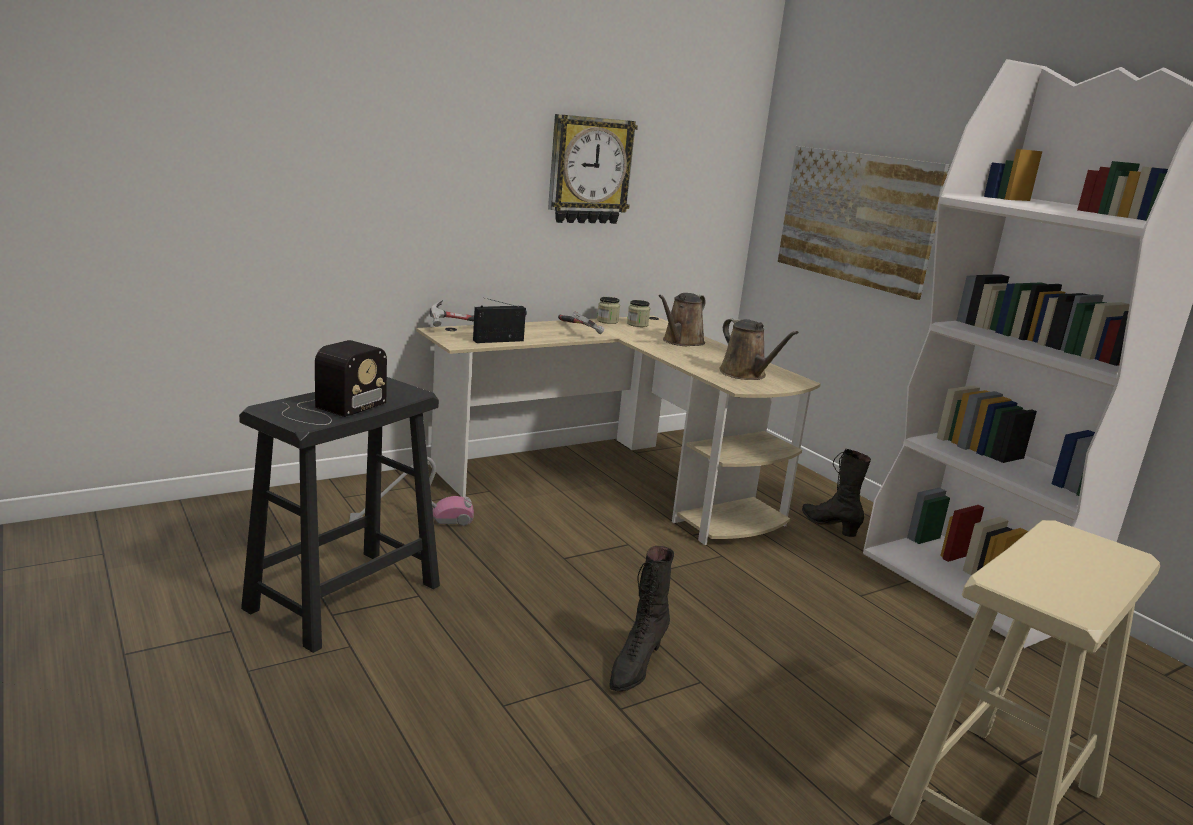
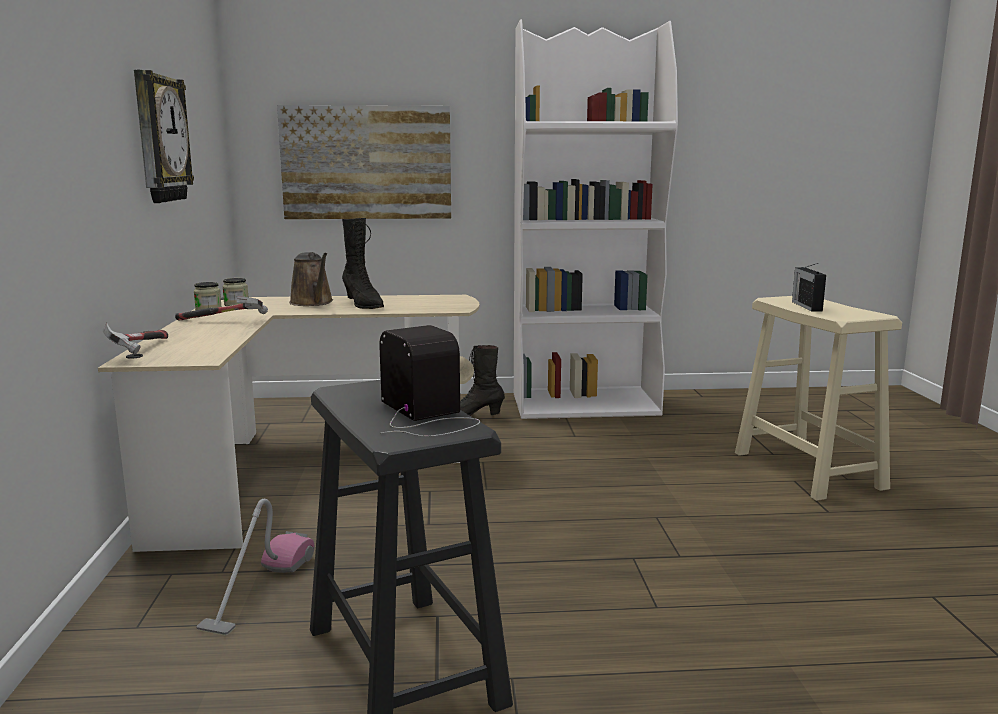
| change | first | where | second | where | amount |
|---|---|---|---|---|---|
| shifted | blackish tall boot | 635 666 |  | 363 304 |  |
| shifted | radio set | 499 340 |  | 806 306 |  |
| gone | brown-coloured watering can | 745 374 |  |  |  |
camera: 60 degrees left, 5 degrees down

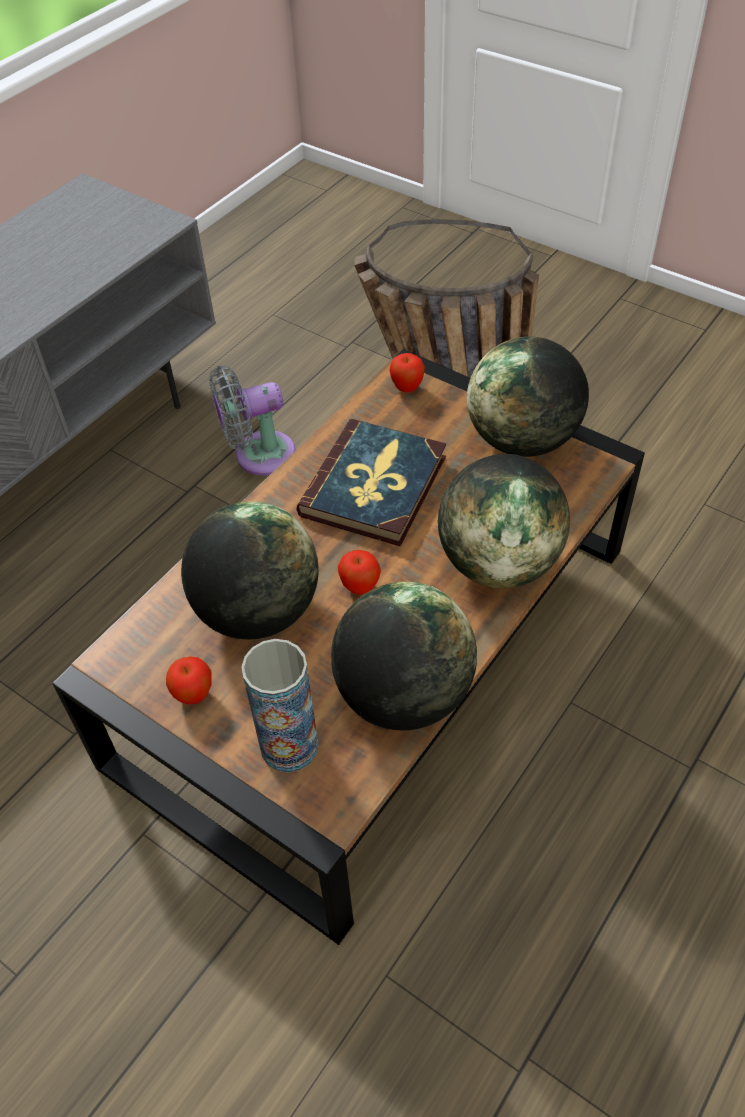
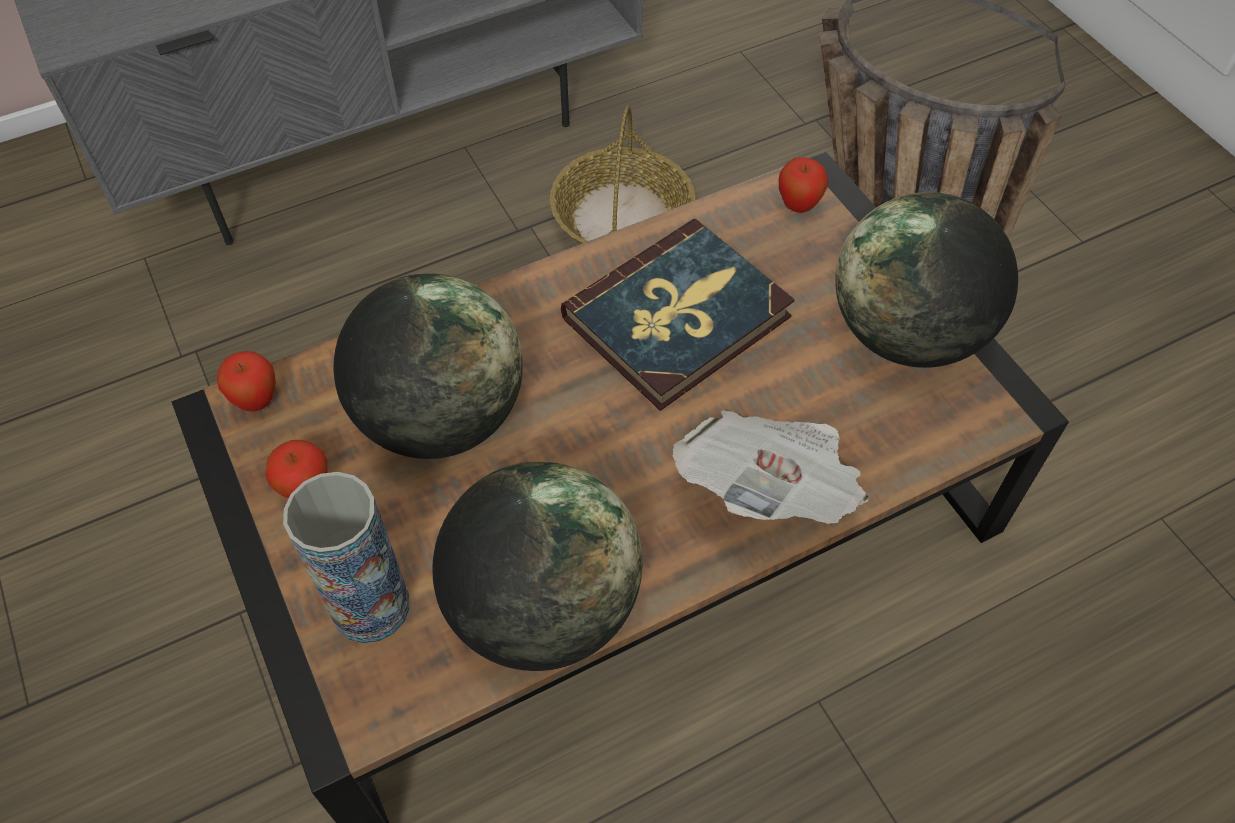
| change | first | where | second | where | amount |
|---|---|---|---|---|---|
| shifted | apple fruit | 360 587 |  | 256 400 |  |
| swapped | grey electric fan | 258 455 | basket | 622 219 |  |
| swapped | world globe | 498 563 | newspaper | 770 489 |  |
camera: 25 degrees right, 5 degrees up

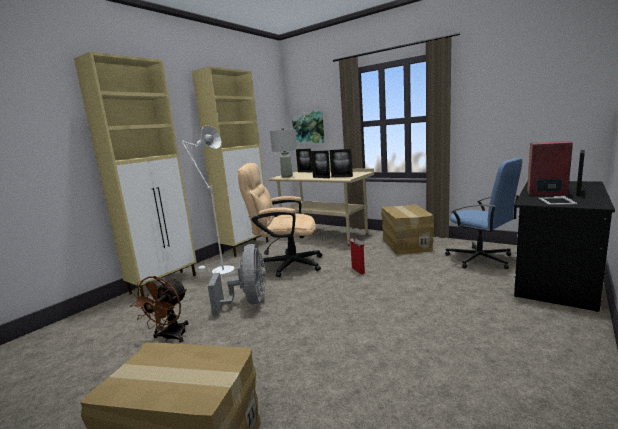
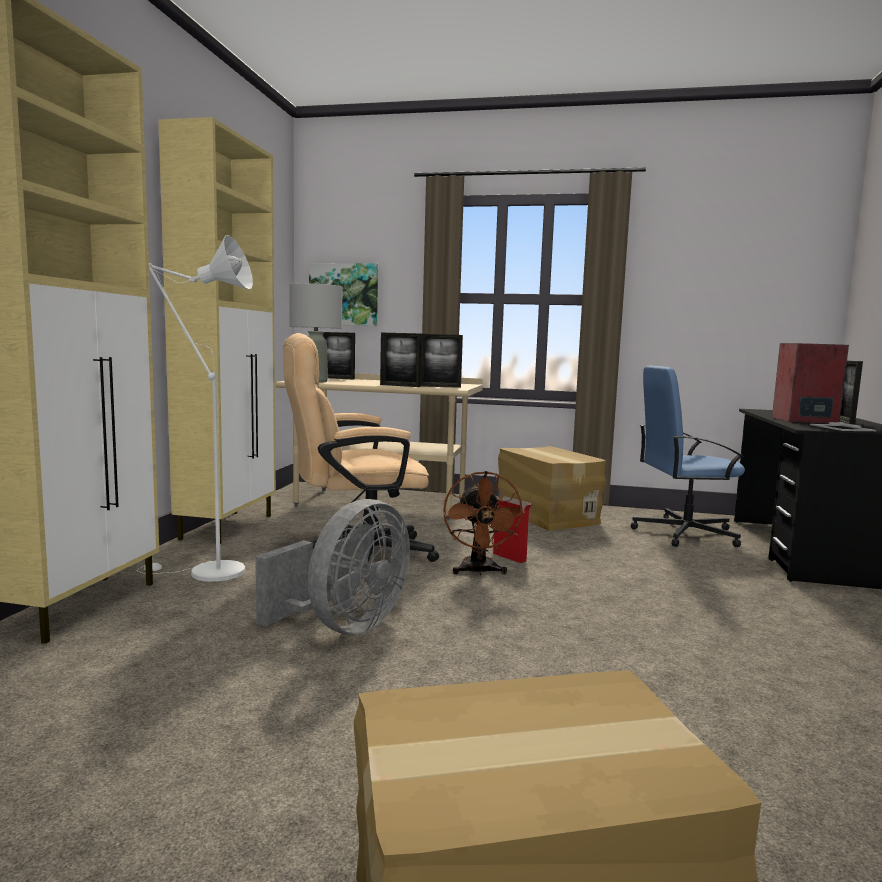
| change | first | where | second | where | amount |
|---|---|---|---|---|---|
| rotated | grey electric fan | 248 302 |  | 345 626 | 60 degrees clockwise |
| shifted | brown-coloured electric fan | 170 337 |  | 479 572 |  |
| rotated | blue computer chair | 480 259 |  | 684 533 | 150 degrees clockwise |
camera: 25 degrees left, 5 degrees down

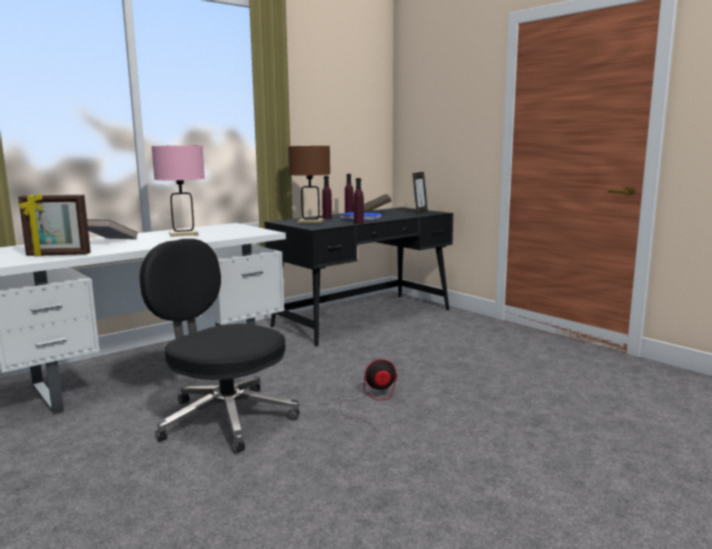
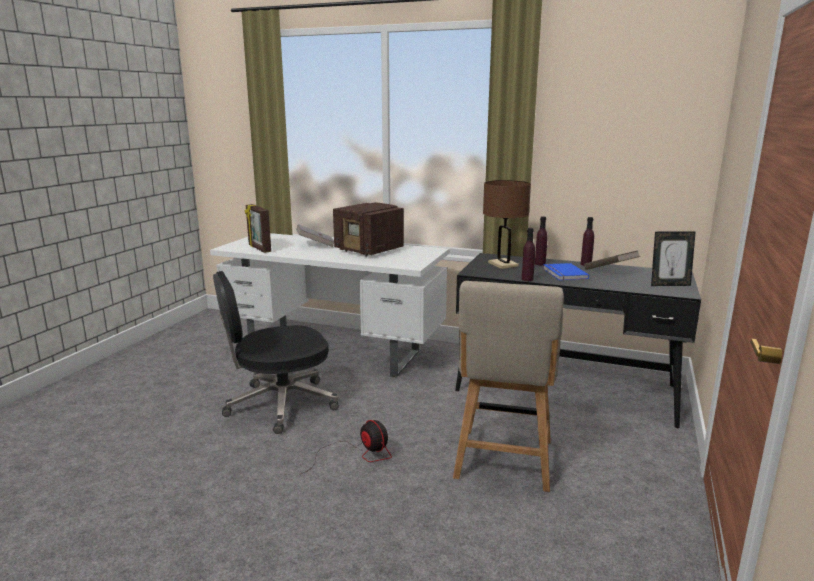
| change | first | where | second | where | amount |
|---|---|---|---|---|---|
| rotated | blackish computer chair | 224 418 |  | 279 405 | 120 degrees counterclockwise |
| swapped | pinkish lamp for a table | 183 234 | radio set | 369 250 |  |
| new |  |  | sand-coloured upright chair | 503 462 |  |
camera: 60 degrees right, 5 degrees up

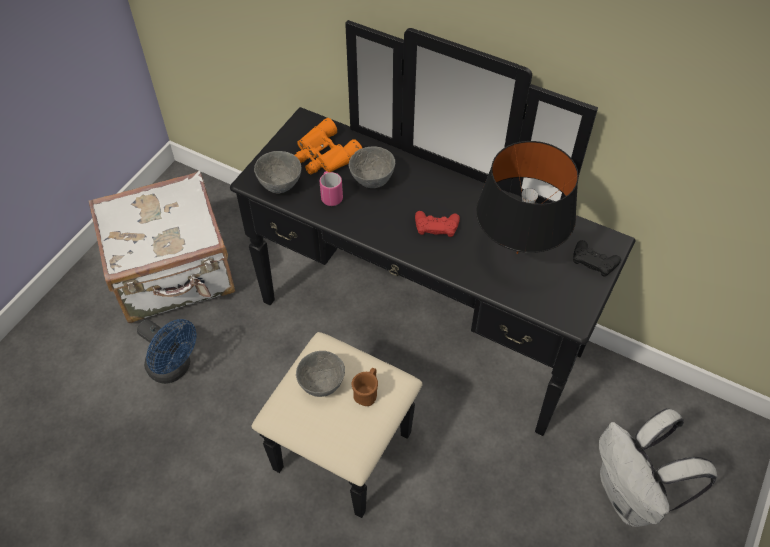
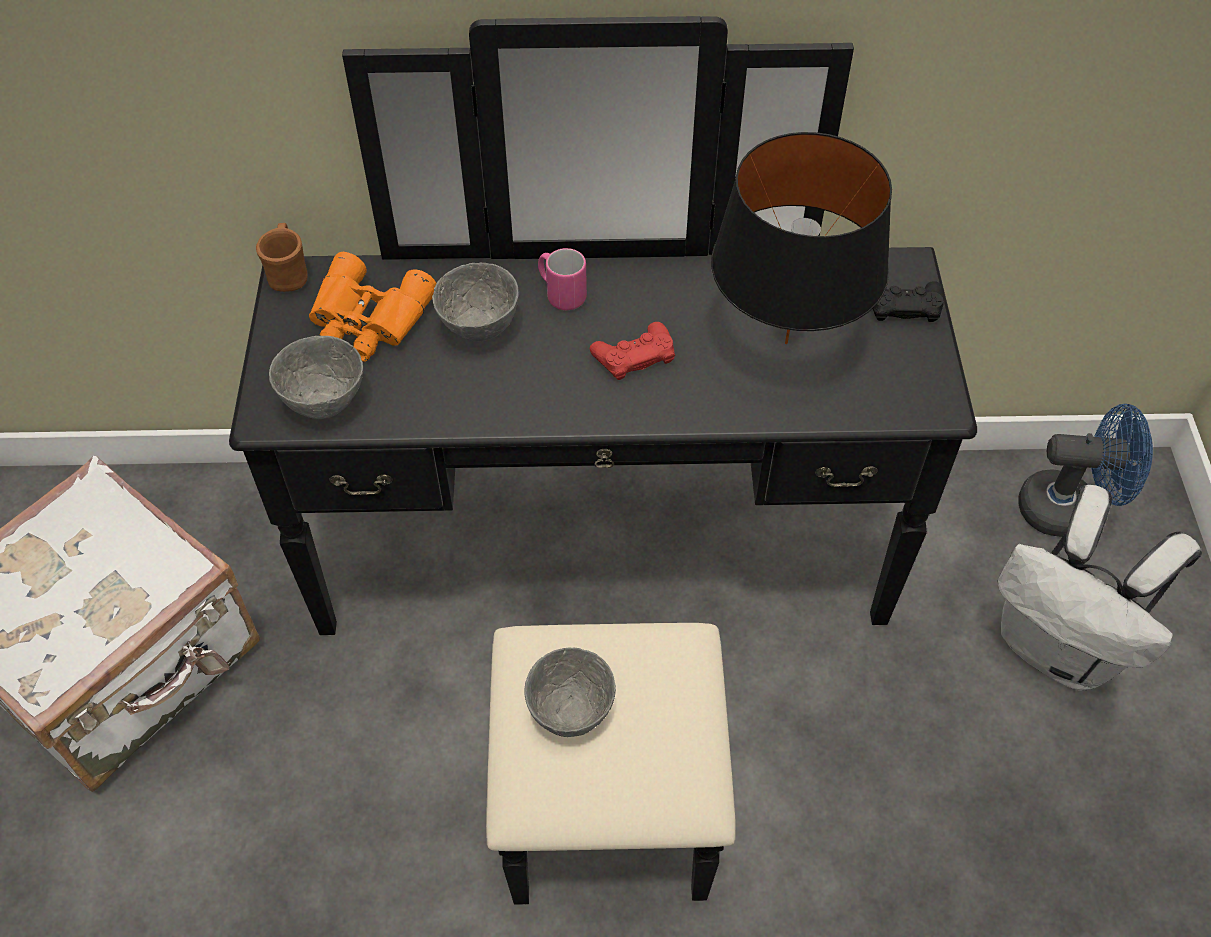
| change | first | where | second | where | amount |
|---|---|---|---|---|---|
| shifted | brown-coloured coffee mug | 367 393 |  | 289 274 |  |
| shifted | pinkish coffee mug | 330 196 |  | 561 294 |  |
| shifted | blue electric fan | 174 368 |  | 1068 508 |  |
camera: 30 degrees left, 0 degrees up

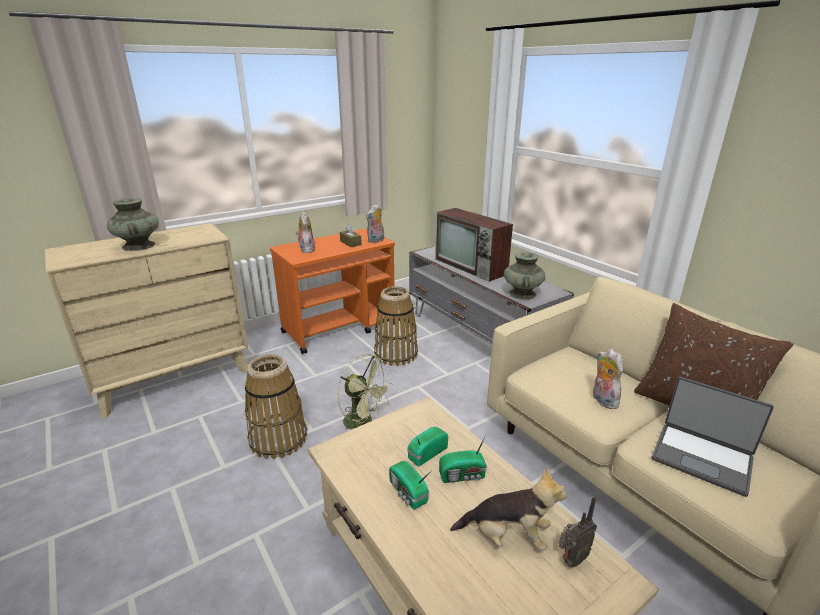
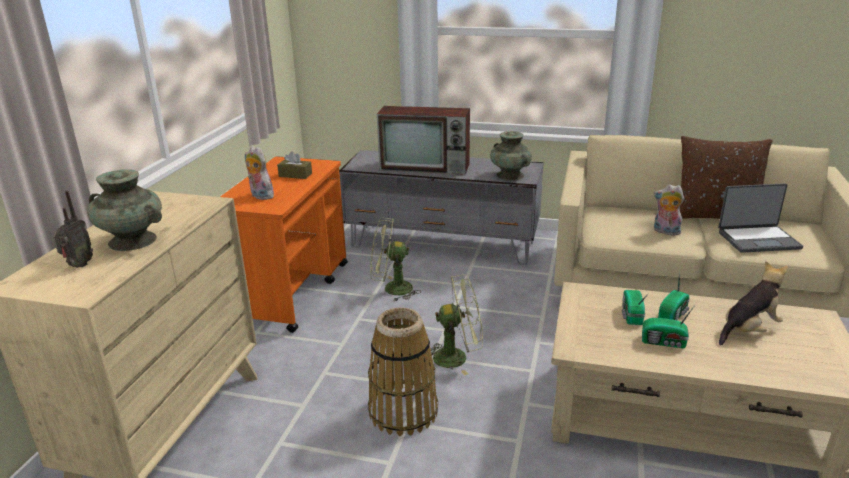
| change | first | where | second | where | amount |
|---|---|---|---|---|---|
| shifted | radio set | 571 560 |  | 78 266 |  |
| swapped | basket | 396 354 | green electric fan | 391 289 |  |
| gone | plush toy | 376 241 |  |  |  |
camera: 40 degrees left, 0 degrees up

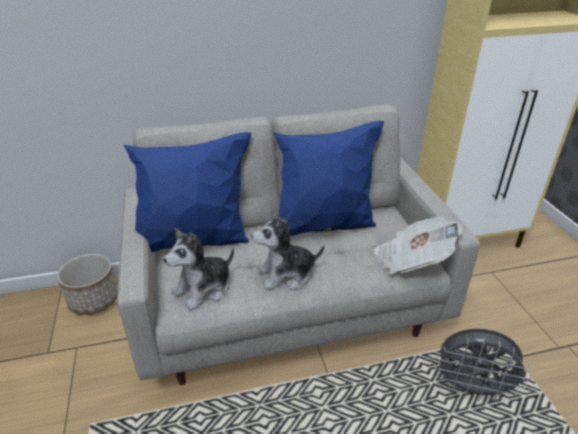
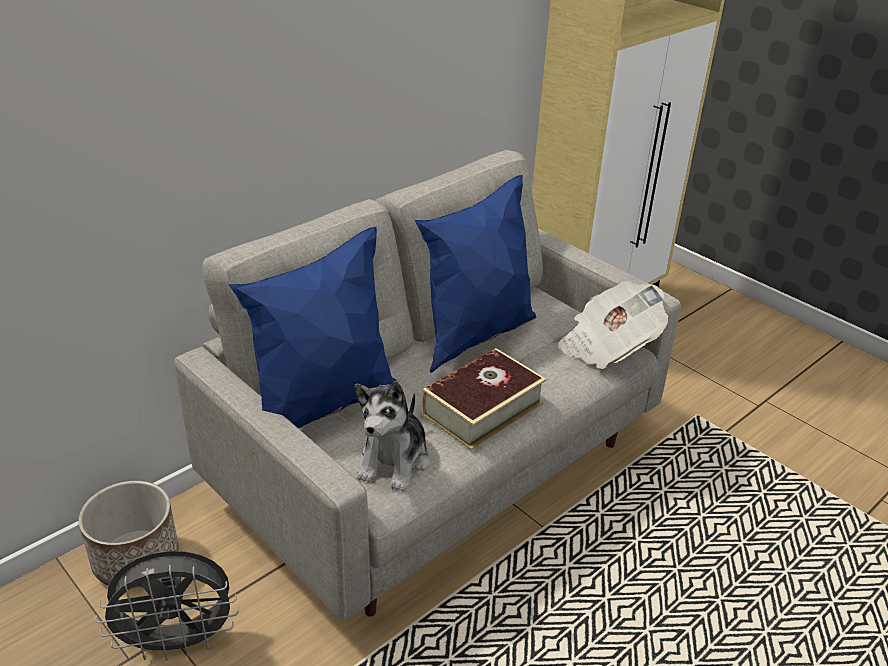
| change | first | where | second | where | amount |
|---|---|---|---|---|---|
| shifted | grey electric fan | 471 389 |  | 178 642 |  |
| swapped | plush toy | 286 275 | book | 482 409 |  |
camera: 30 degrees left, 0 degrees up

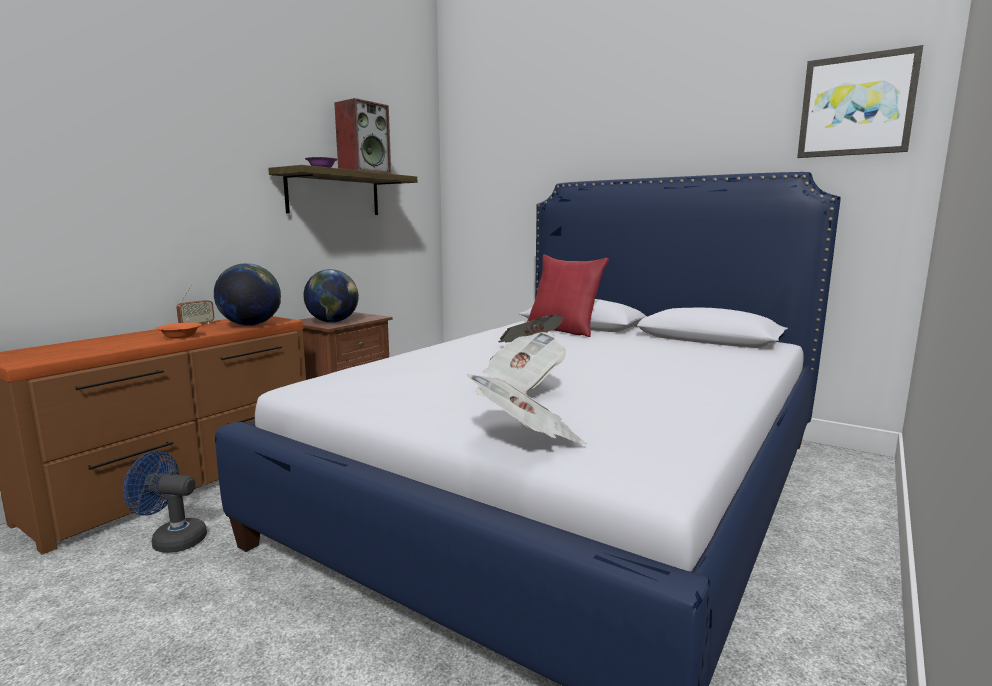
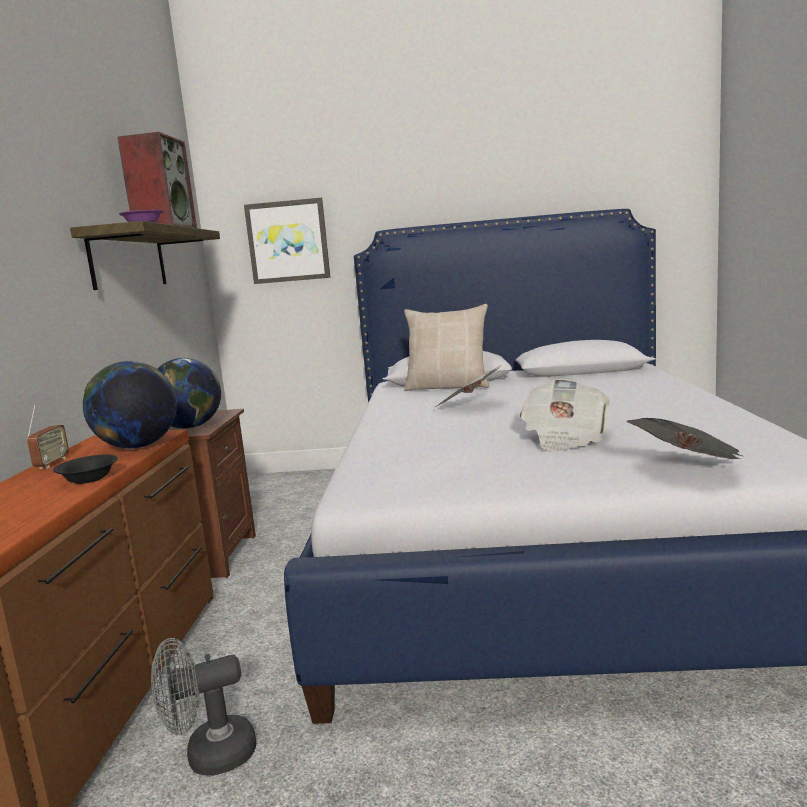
| change | first | where | second | where | amount |
|---|---|---|---|---|---|
| repainted | orange-coloured bowl | 181 337 | blackish bowl | 89 479 |  |
| repainted | blue electric fan | 172 540 | grey electric fan | 210 756 |  |
| shifted | picture | 856 105 |  | 288 241 |  |
| repainted | red pillow | 564 330 | sand-coloured pillow | 448 387 |  |
camera: 30 degrees left, 0 degrees up

